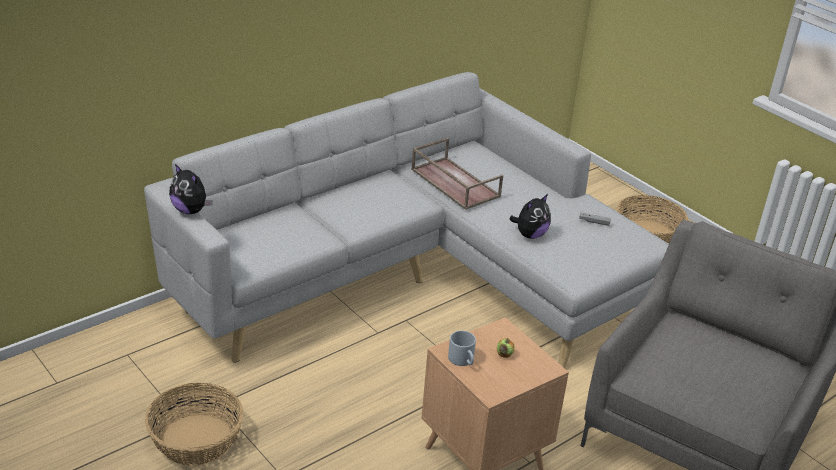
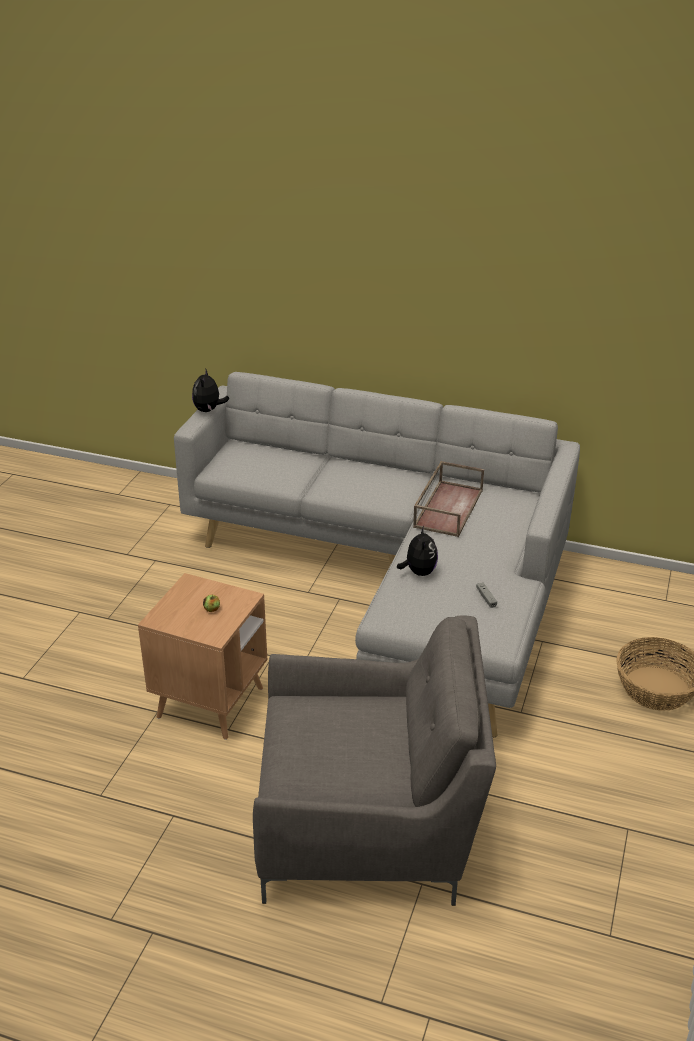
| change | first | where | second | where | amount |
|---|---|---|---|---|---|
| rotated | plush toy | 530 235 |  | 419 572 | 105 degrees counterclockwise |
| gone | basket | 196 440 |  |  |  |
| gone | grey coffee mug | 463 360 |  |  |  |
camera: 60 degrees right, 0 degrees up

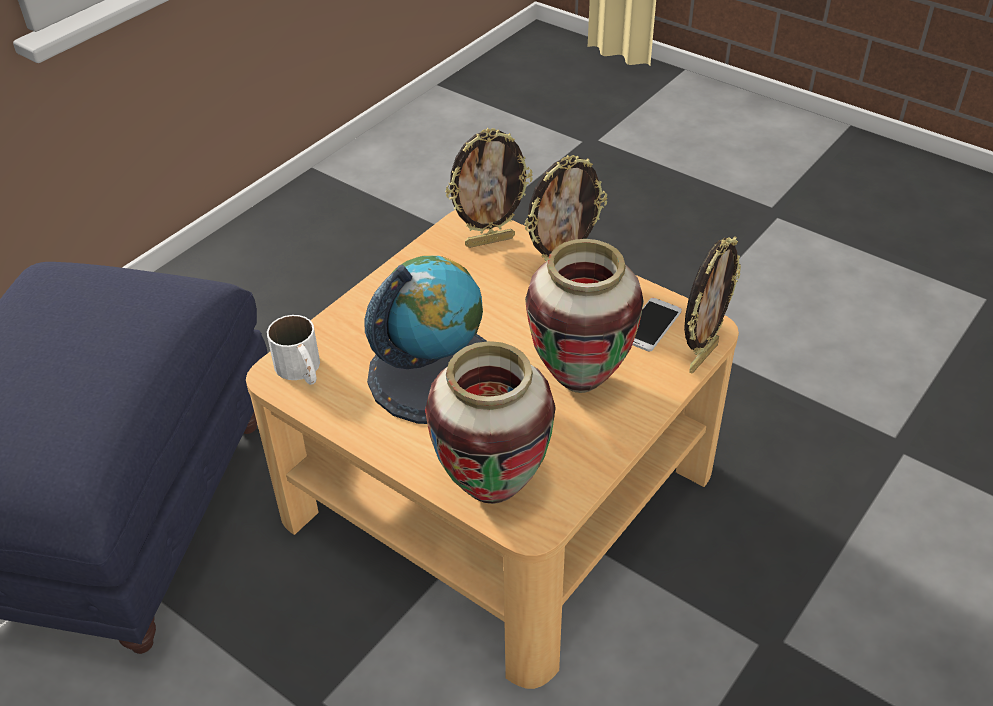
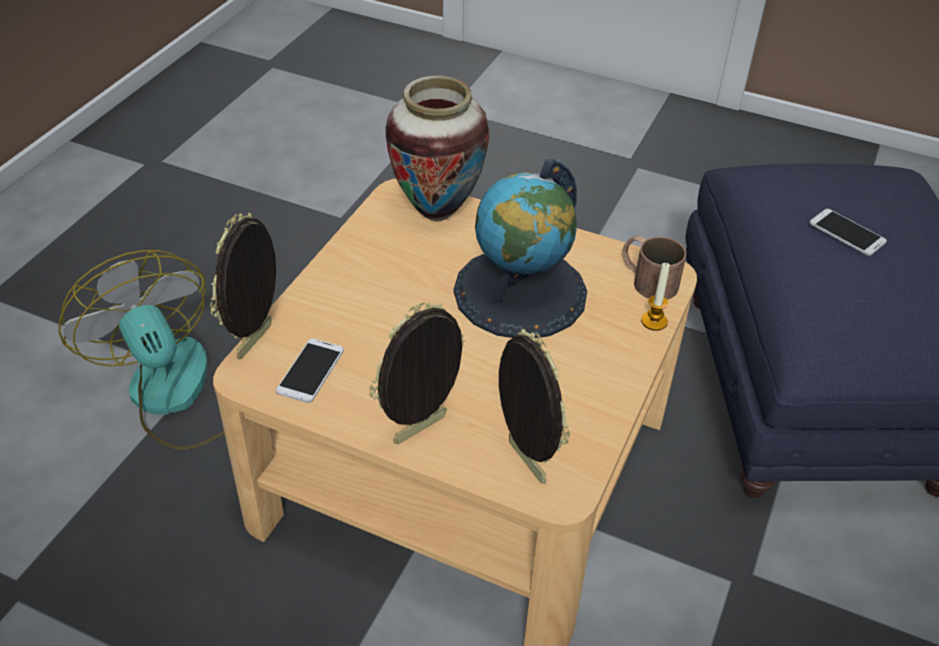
| change | first | where | second | where | amount |
|---|---|---|---|---|---|
| new |  |  | electric fan | 180 394 |  |
| rotated | picture frame | 489 241 |  | 524 462 | 90 degrees clockwise |
| repainted | white-coloured coffee mug | 302 371 | brown-coloured coffee mug | 647 279 |  |
| new |  |  | wax candle | 654 321 |  |
| new |  |  | phone | 847 233 |  |
| gone | flower vase | 580 380 |  |  |  |
camera: 165 degrees right, 0 degrees up

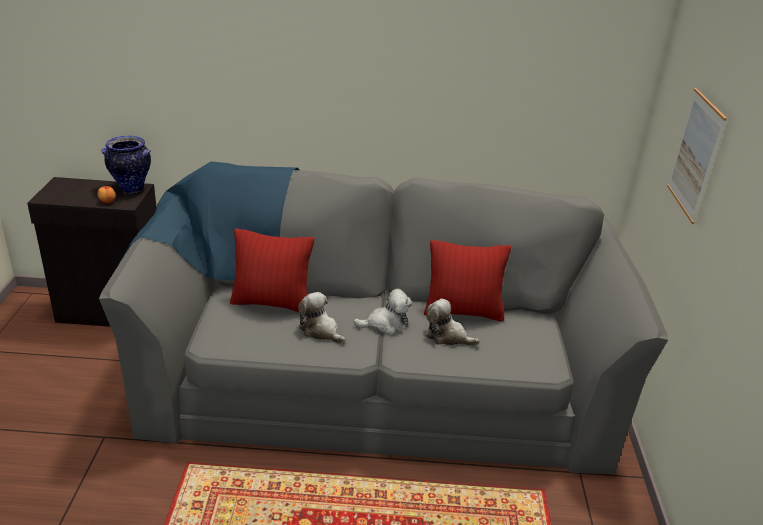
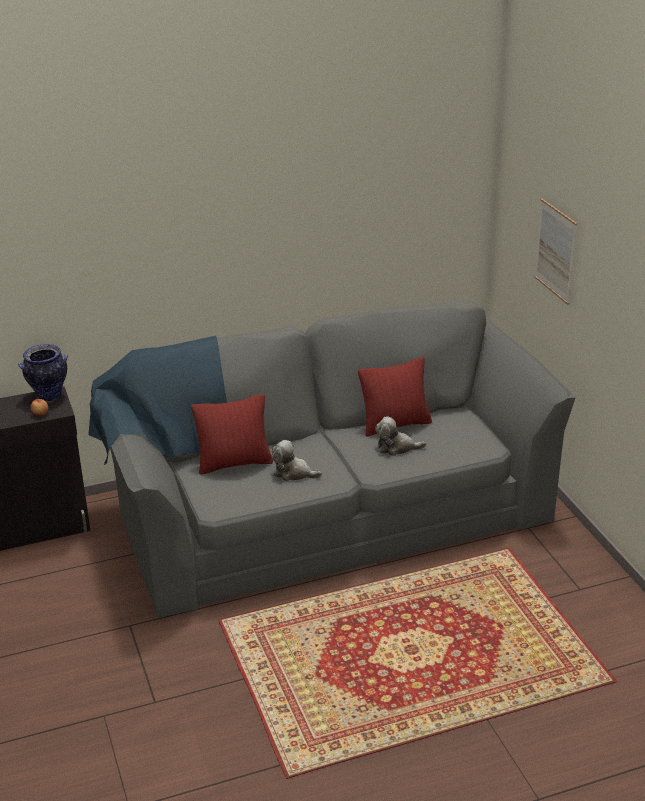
| change | first | where | second | where | amount |
|---|---|---|---|---|---|
| gone | plush toy | 385 324 |  |  |  |
camera: 20 degrees left, 0 degrees up

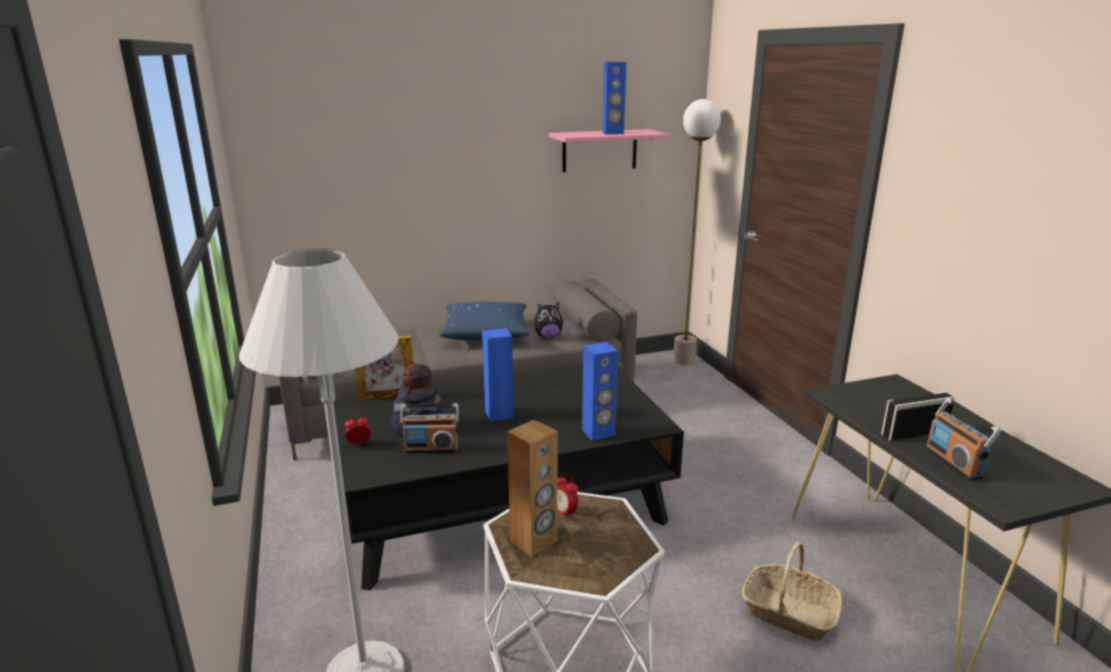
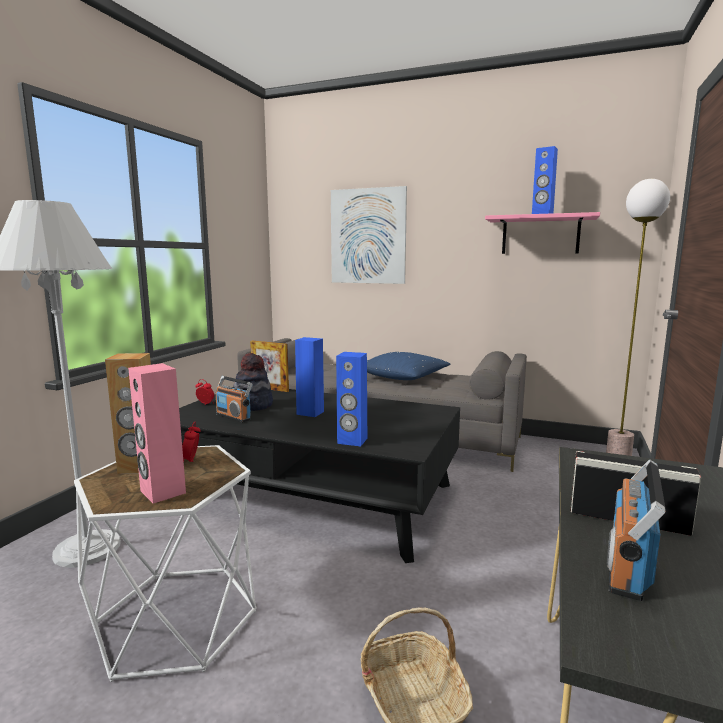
| change | first | where | second | where | amount |
|---|---|---|---|---|---|
| new |  |  | pinkish speaker | 162 492 |  |
| new |  |  | picture | 368 236 |  |
| gone | plush toy | 548 336 |  |  |  |
camera: 40 degrees right, 10 degrees down

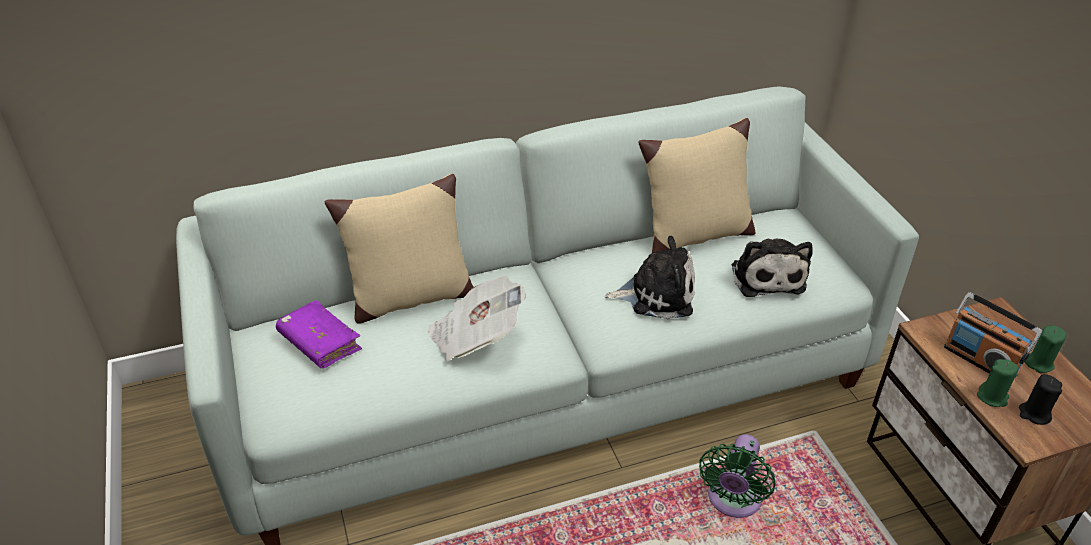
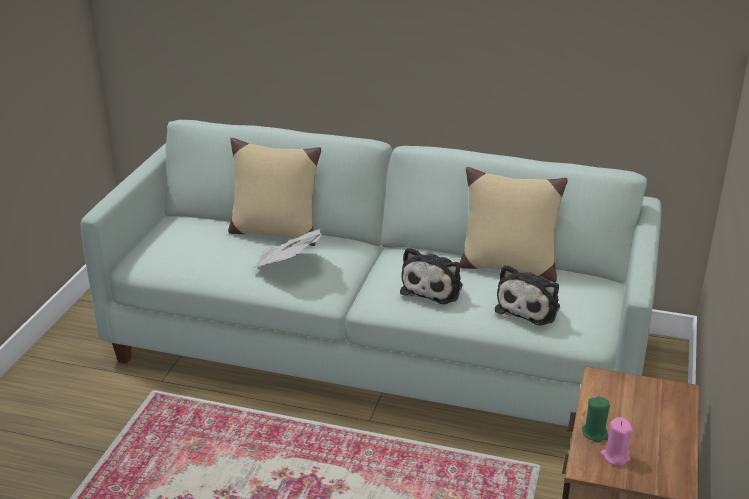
| change | first | where | second | where | amount |
|---|---|---|---|---|---|
| rotated | plush toy | 657 294 |  | 434 288 | 75 degrees clockwise |
| repainted | blackish wax candle | 1034 414 | pinkish wax candle | 615 456 |  |
| gone | purplish book | 320 342 |  |  |  |
| gone | green electric fan | 732 501 |  |  |  |
| gone | radio set | 980 360 |  |  |  |
| gone | green wax candle | 1039 363 |  |  |  |
camera: 35 degrees right, 10 degrees down

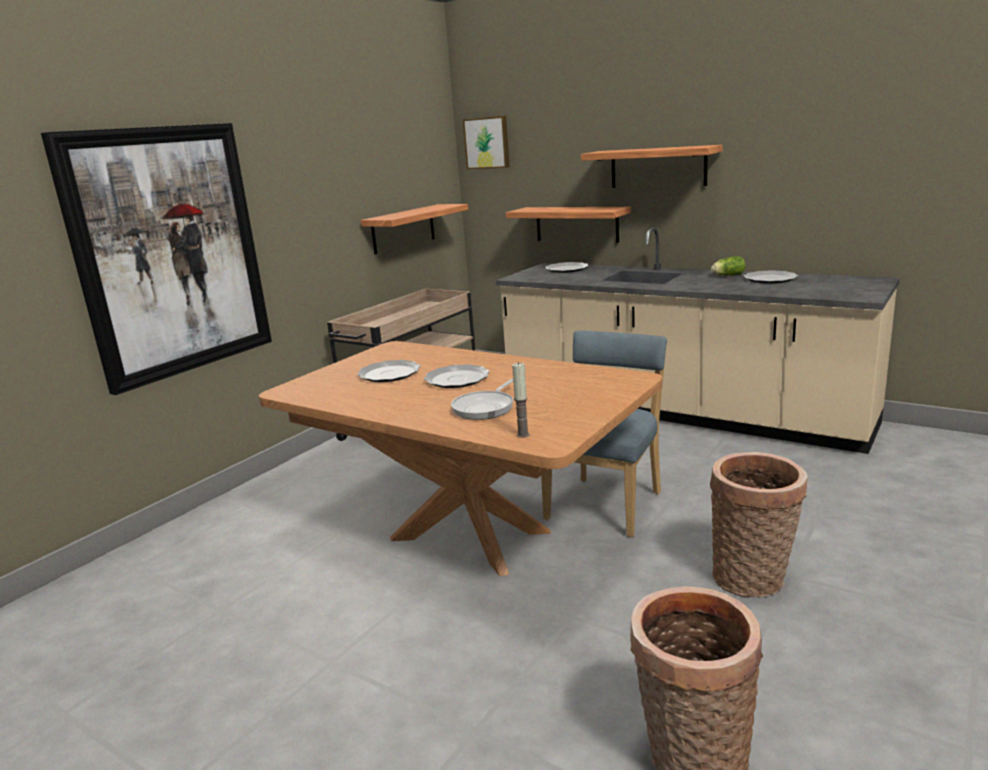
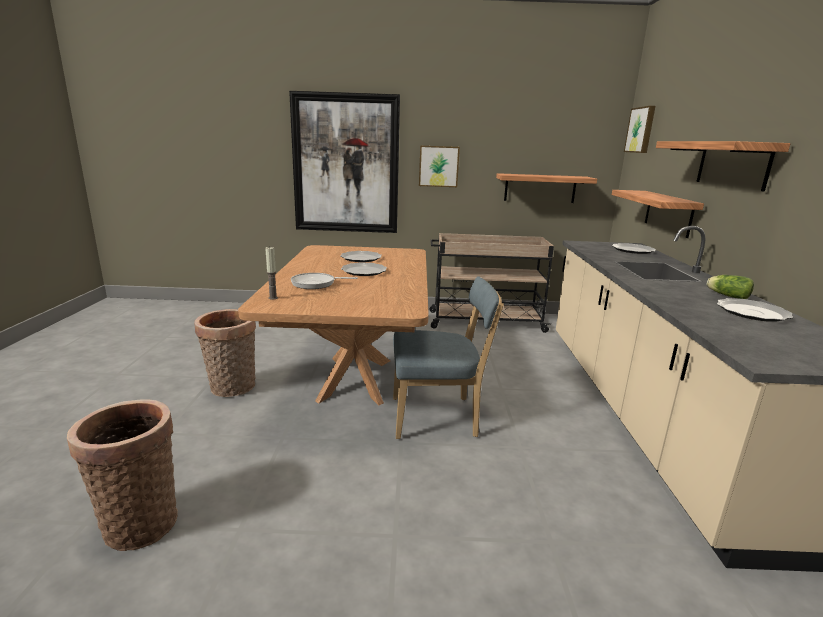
| change | first | where | second | where | amount |
|---|---|---|---|---|---|
| shifted | basket | 753 579 |  | 232 388 |  |
| new |  |  | picture | 438 166 |  |
camera: 55 degrees right, 0 degrees up

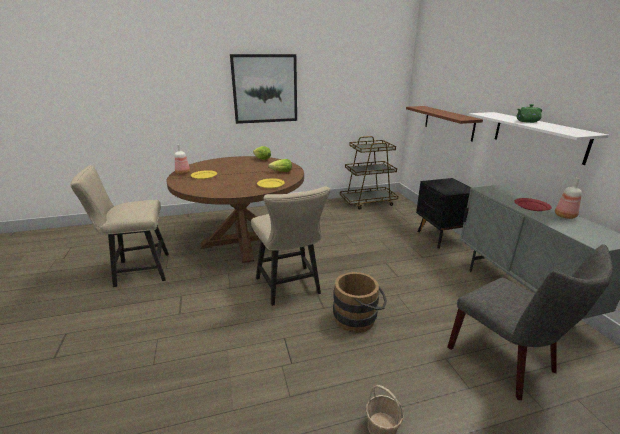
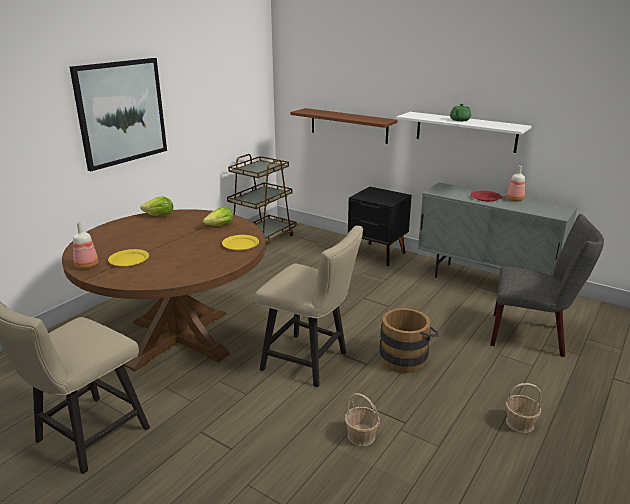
| change | first | where | second | where | amount |
|---|---|---|---|---|---|
| new |  |  | basket | 361 436 |  |
camera: 40 degrees left, 0 degrees up

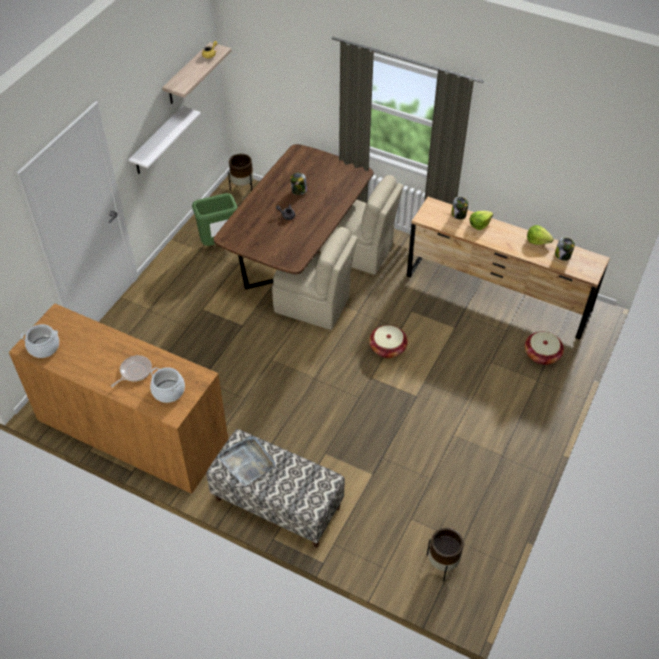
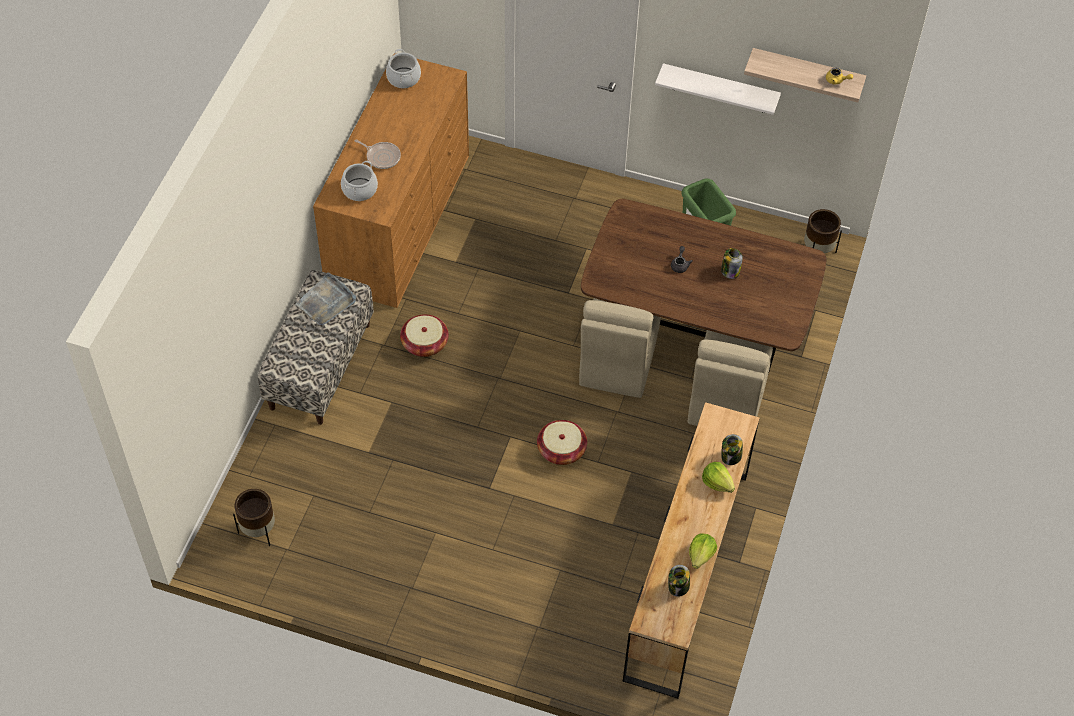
| change | first | where | second | where | amount |
|---|---|---|---|---|---|
| shifted | basket | 542 355 |  | 424 343 |  |
camera: 80 degrees right, 5 degrees up

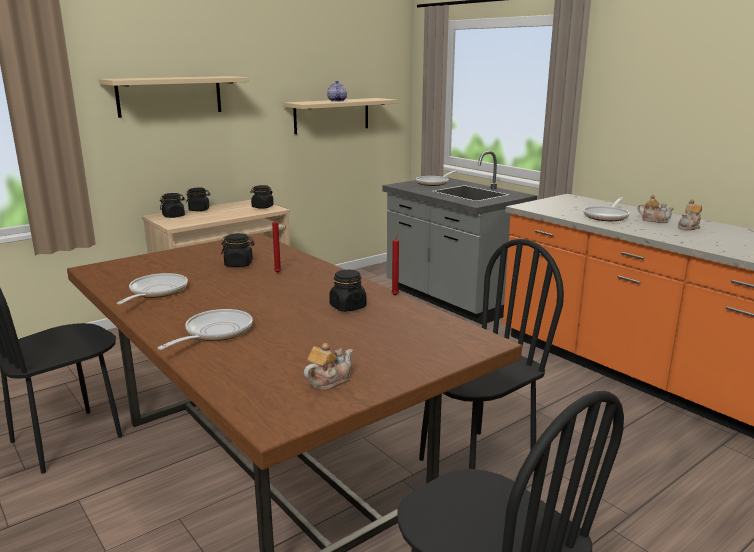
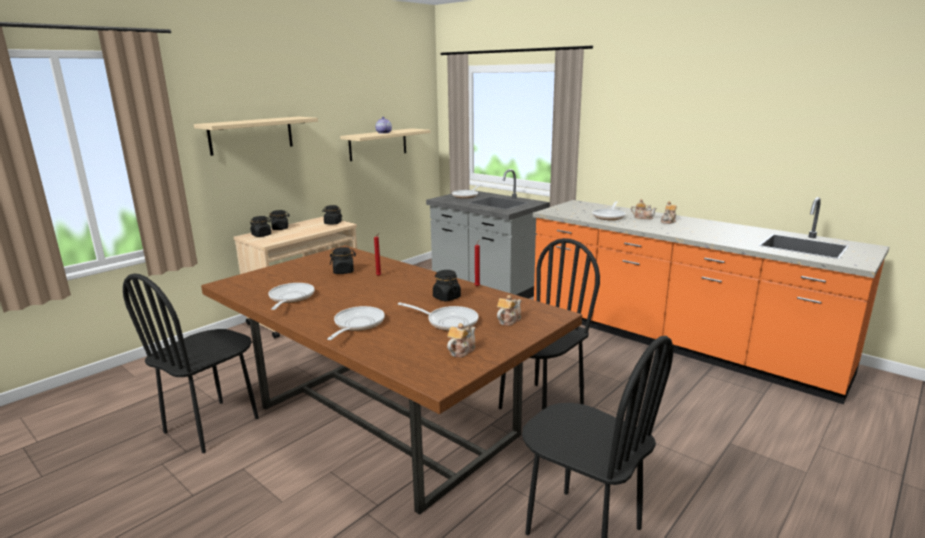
| change | first | where | second | where | amount |
|---|---|---|---|---|---|
| new |  |  | pan | 448 322 |  |
| new |  |  | teapot | 508 320 |  |
camera: 10 degrees left, 0 degrees up

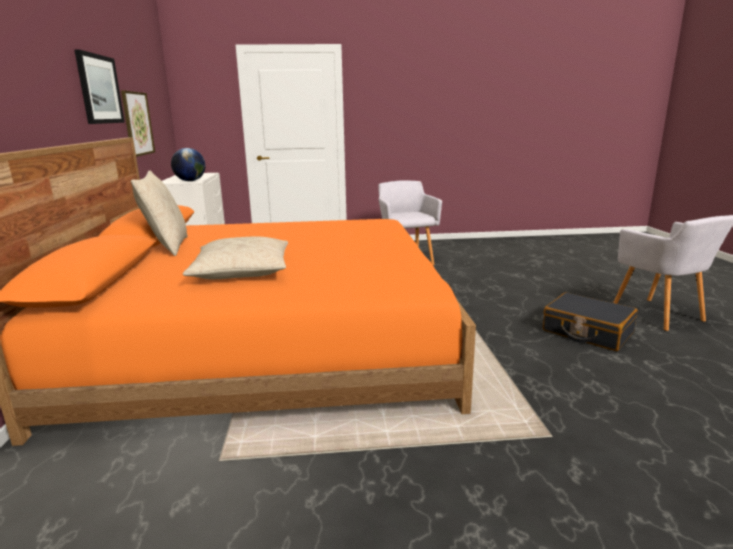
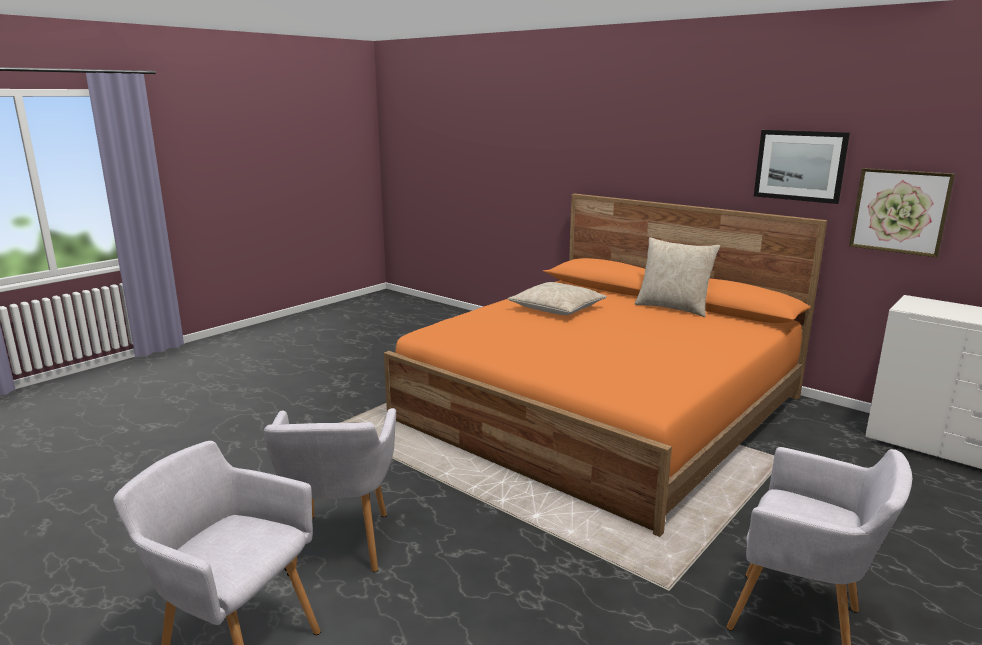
| change | first | where | second | where | amount |
|---|---|---|---|---|---|
| swapped | blackish suitcase | 587 332 | grey lounge chair | 339 546 |  |
| gone | world globe | 190 181 |  |  |  |
camera: 135 degrees right, 0 degrees up

